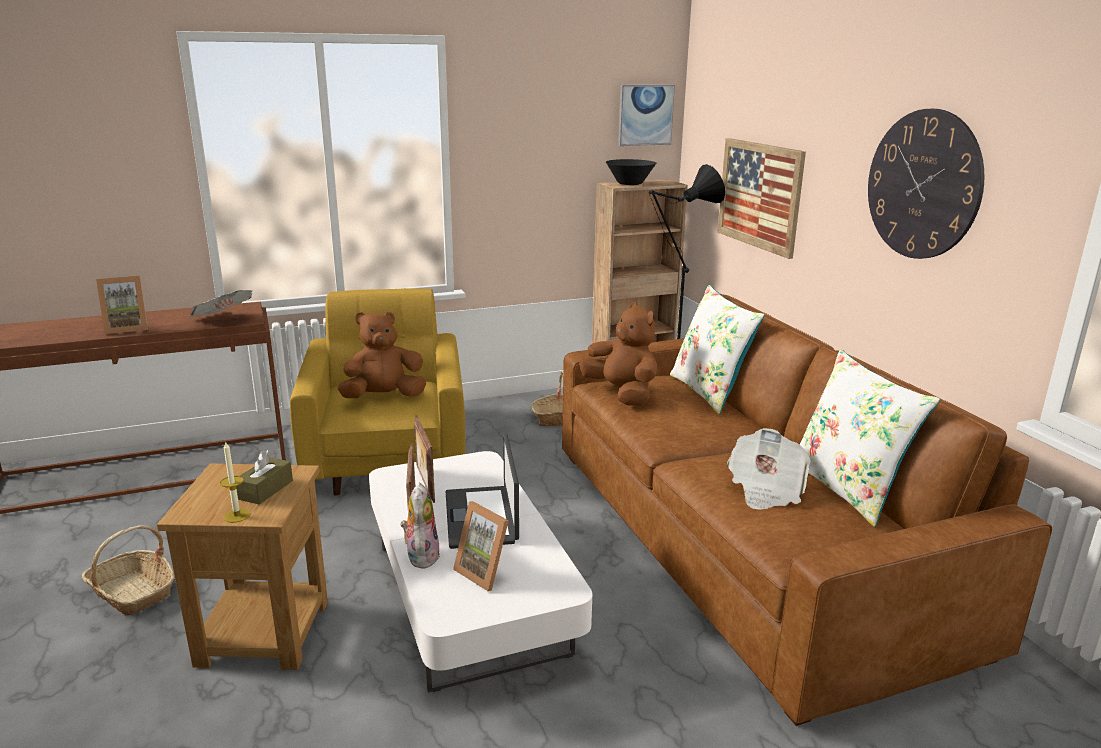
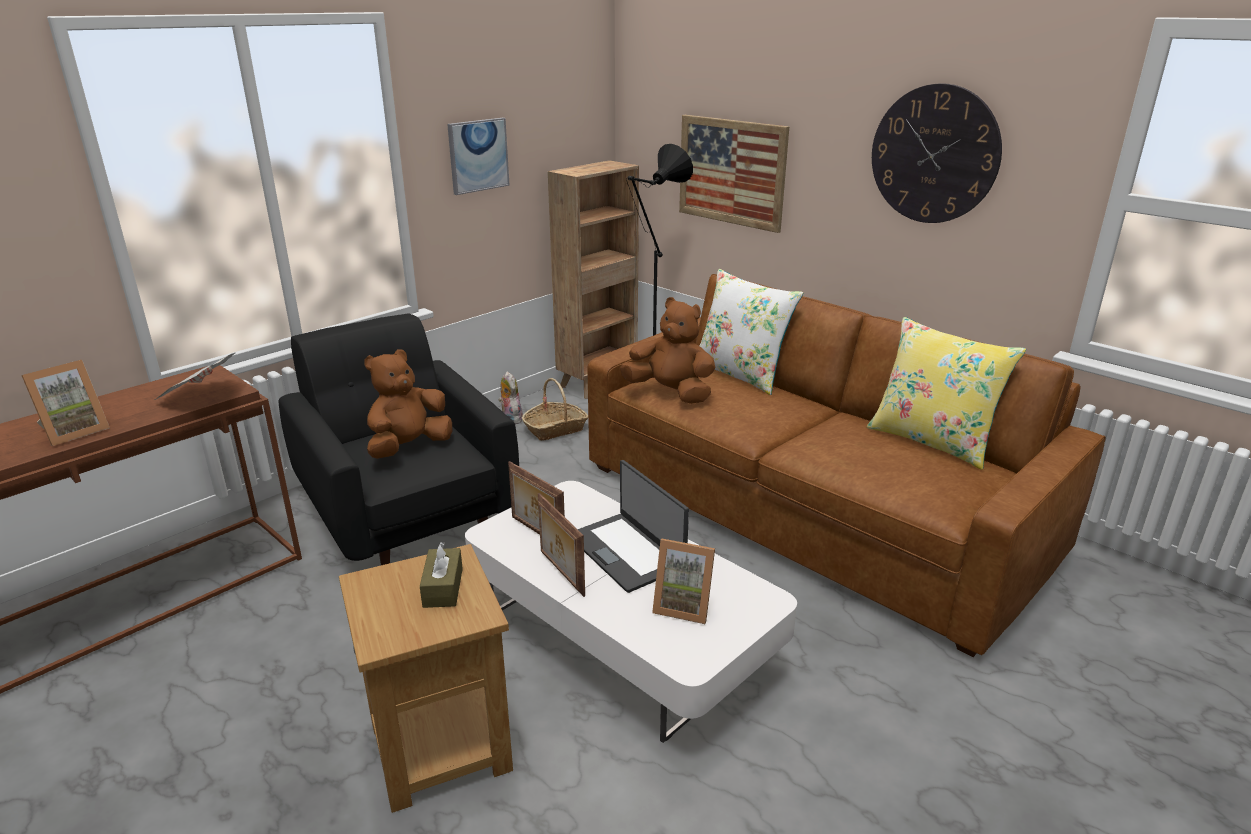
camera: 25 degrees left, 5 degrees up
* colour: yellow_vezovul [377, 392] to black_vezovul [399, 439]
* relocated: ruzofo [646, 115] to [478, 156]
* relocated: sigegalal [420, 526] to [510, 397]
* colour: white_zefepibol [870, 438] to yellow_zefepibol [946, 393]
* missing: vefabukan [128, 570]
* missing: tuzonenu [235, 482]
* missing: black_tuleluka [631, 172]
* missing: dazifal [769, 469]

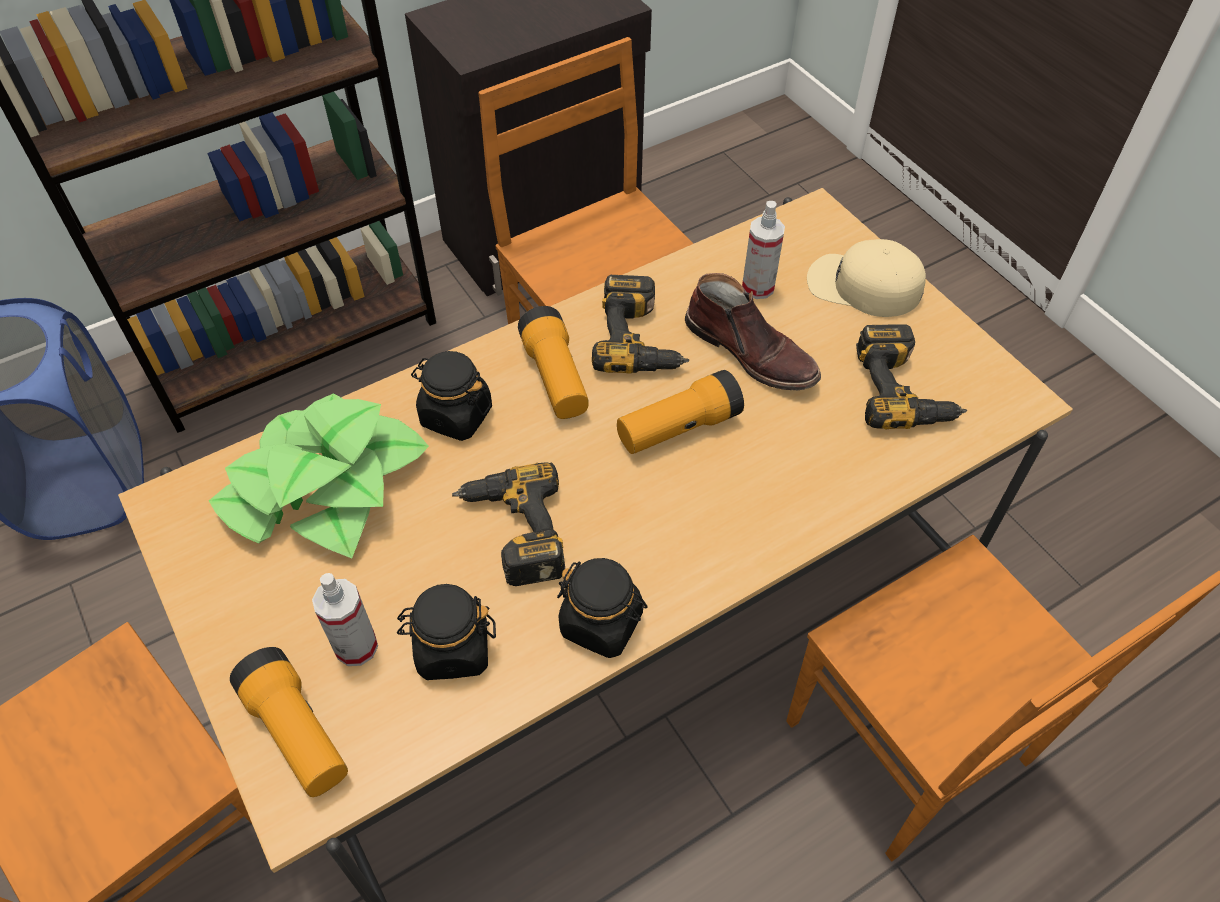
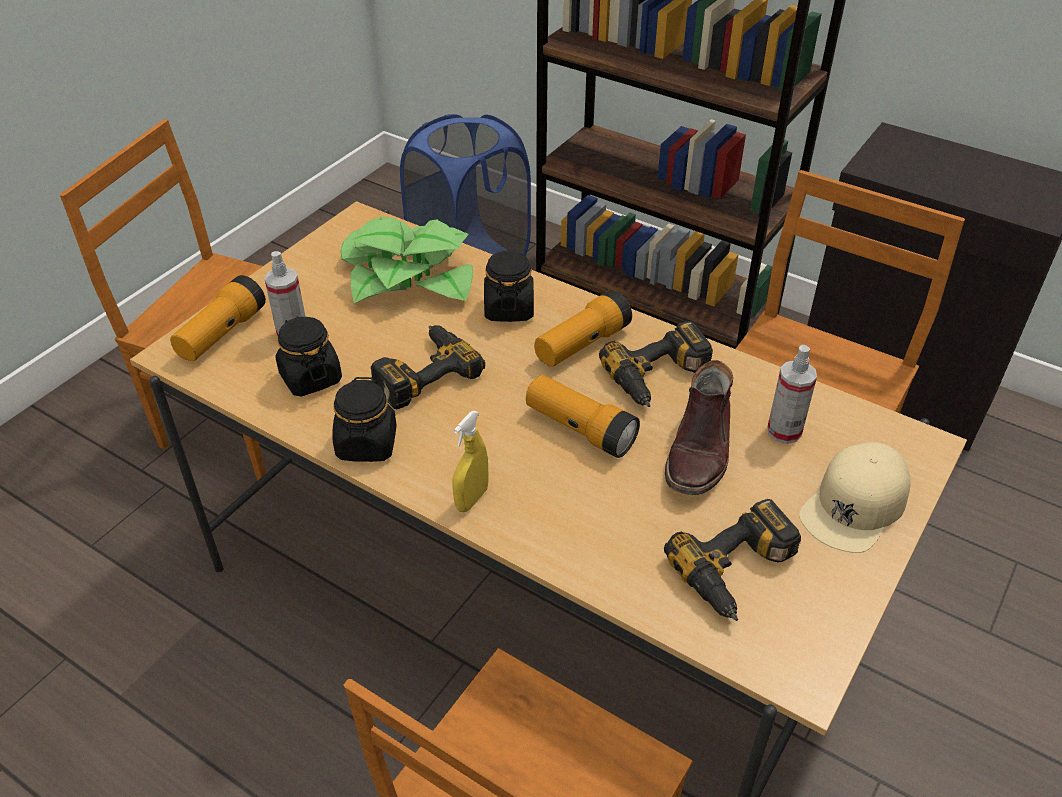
camera: 65 degrees right, 10 degrees down
* appeared: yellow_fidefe [470, 461]
* spun: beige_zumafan [866, 278] = [855, 497] 135 degrees counterclockwise

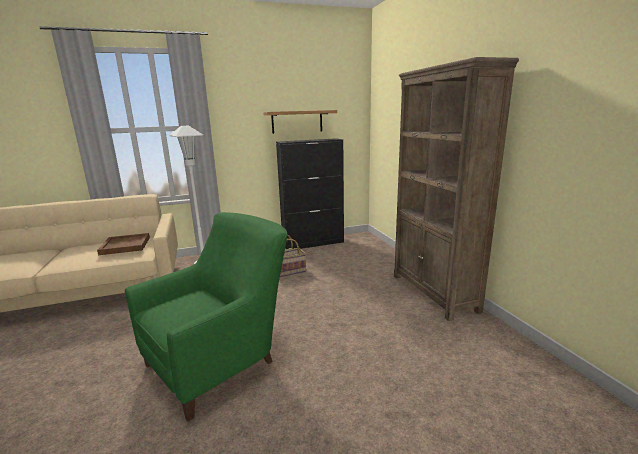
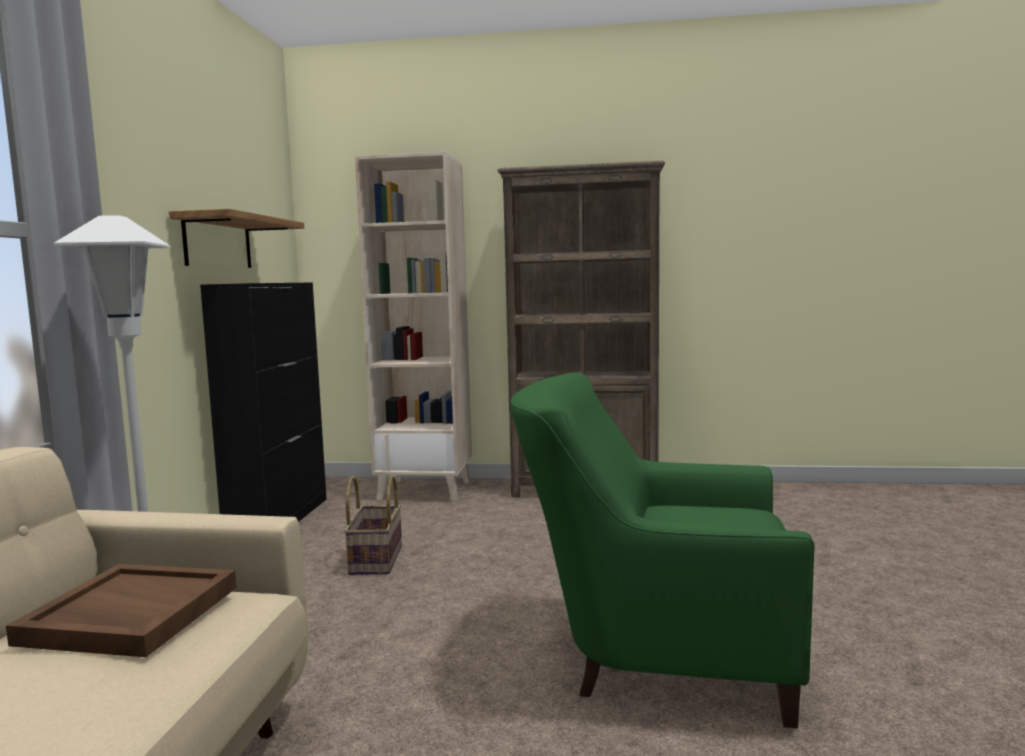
camera: 65 degrees left, 10 degrees down
* appeared: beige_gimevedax [413, 326]
* spun: green_vezovul [206, 317] = [662, 550] 60 degrees counterclockwise

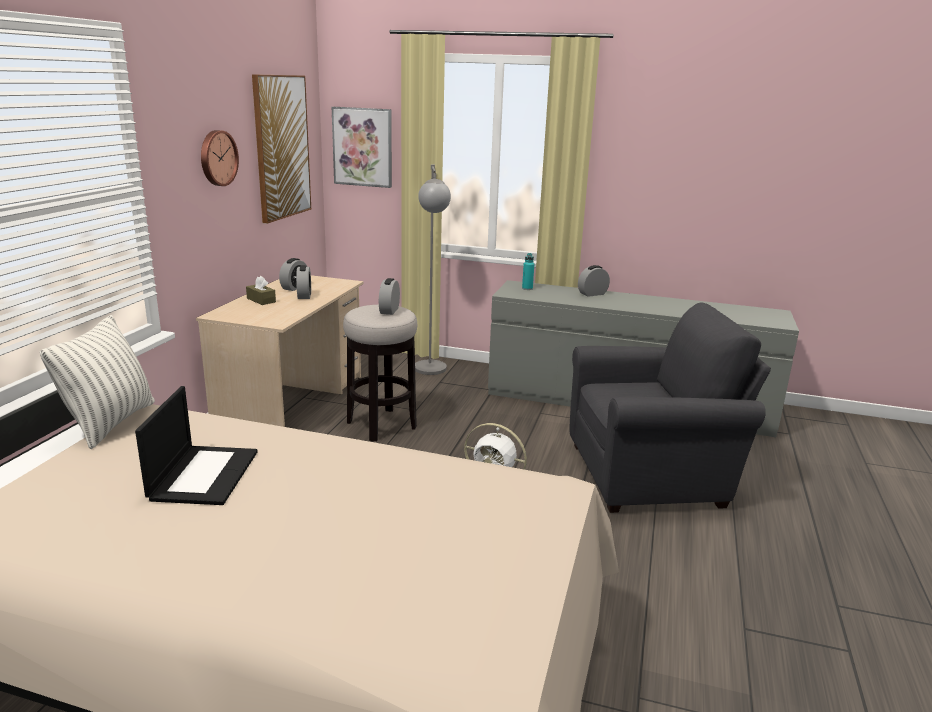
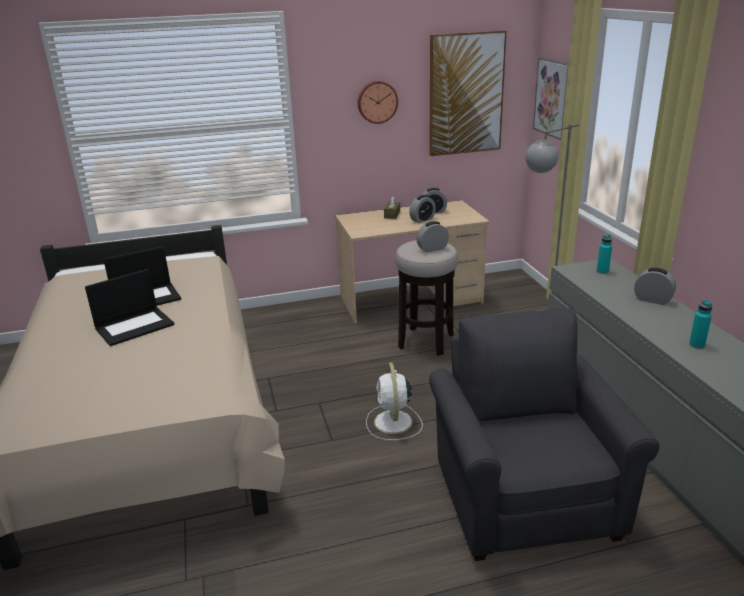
camera: 60 degrees right, 5 degrees up
* appeared: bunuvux [130, 307]
* spun: grey_vezovul [670, 407] = [544, 434] 150 degrees counterclockwise
* appeared: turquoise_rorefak [700, 324]
* missing: zefepibol [97, 382]

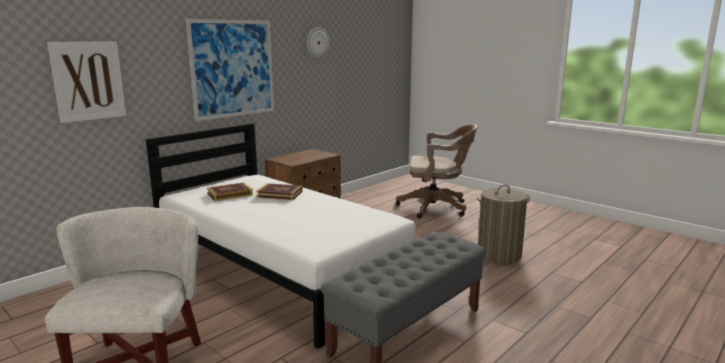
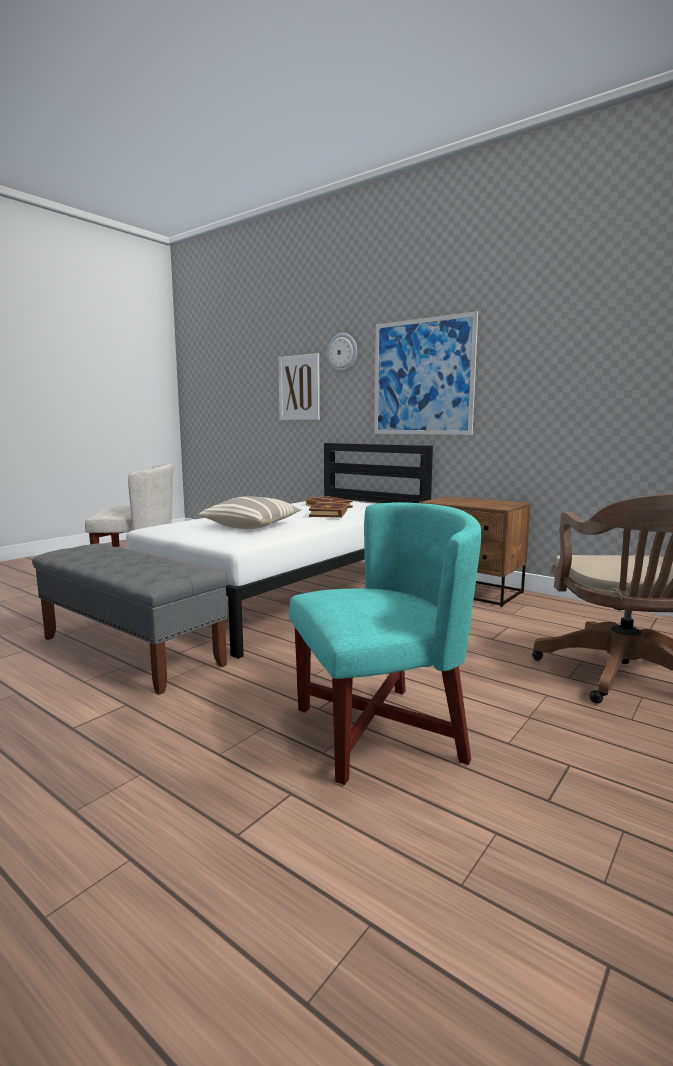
camera: 85 degrees right, 5 degrees down
* appeared: zefepibol [250, 512]
* exchanged: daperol [503, 224] to turquoise_vezovul [385, 643]
* relocated: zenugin [318, 43] to [342, 352]

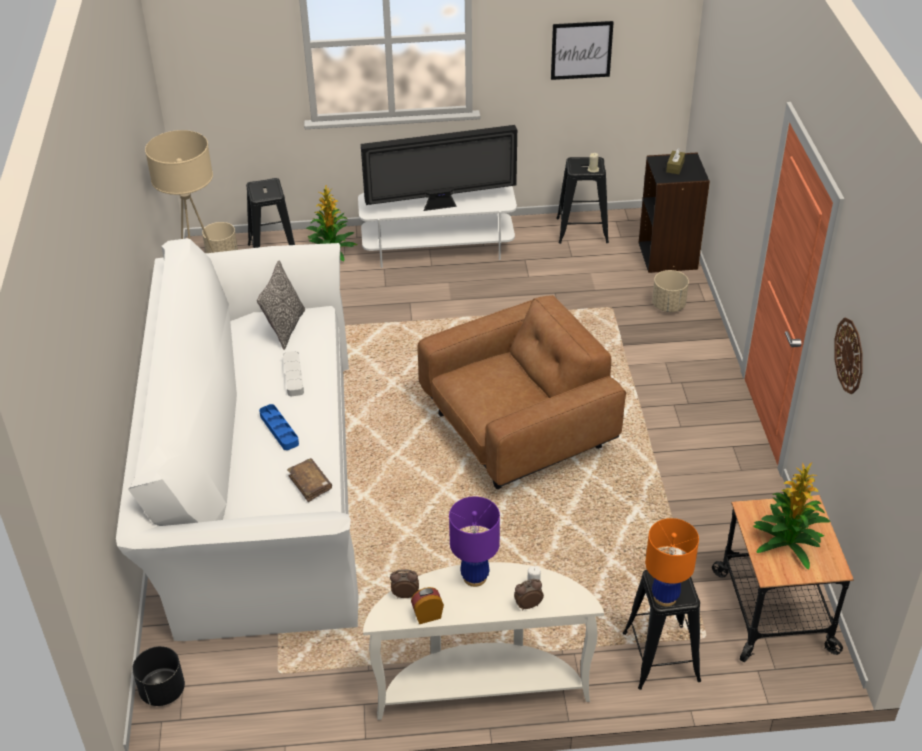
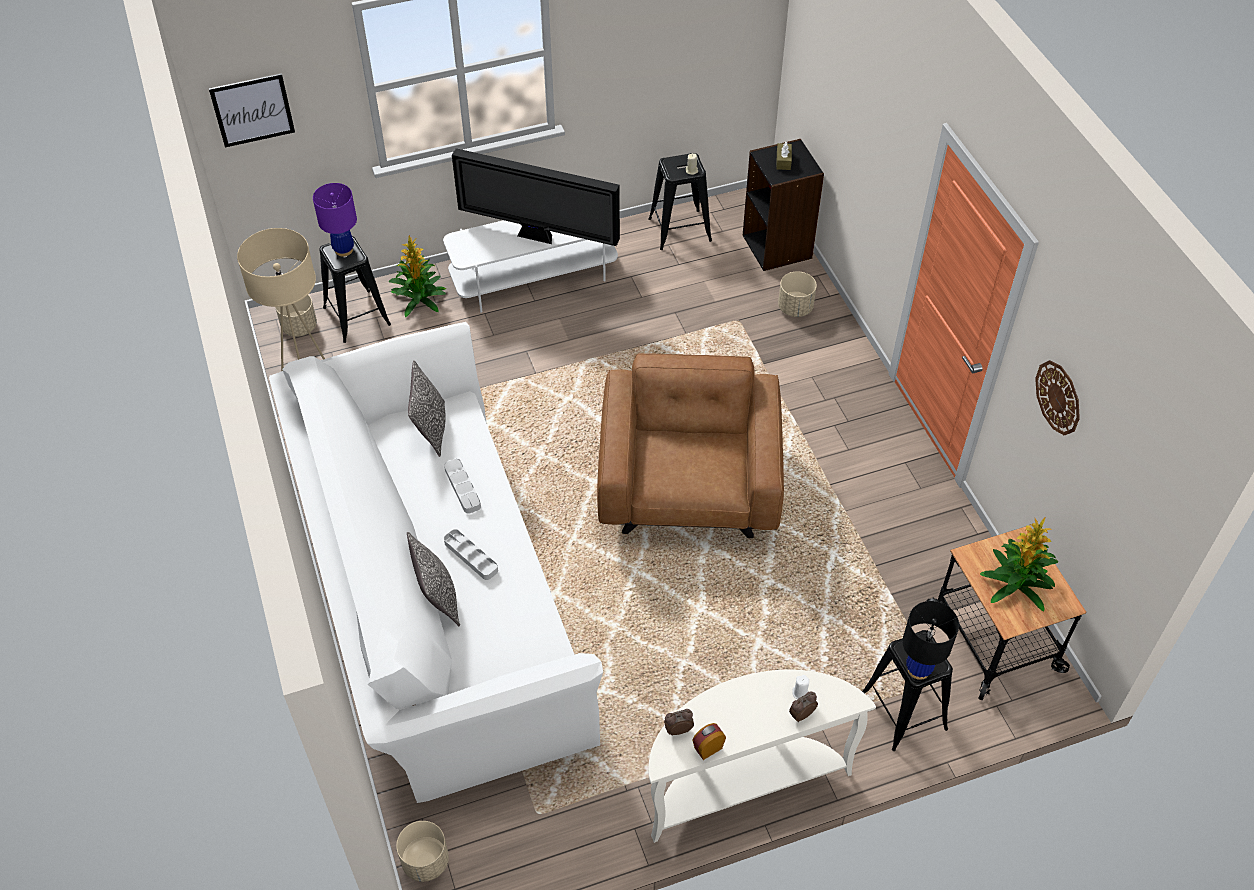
camera: 15 degrees left, 10 degrees up
* relocated: ruzofo [582, 50] to [252, 110]
* relocated: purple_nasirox [474, 542] to [335, 220]
* colour: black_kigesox [158, 676] to beige_kigesox [422, 851]
* appeared: zefepibol [433, 579]
* colour: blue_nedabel [279, 427] to grey_nedabel [471, 554]
* spun: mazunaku [439, 168] = [536, 197] 45 degrees clockwise
* spun: brown_vezovul [521, 392] = [690, 445] 45 degrees counterclockwise
* colour: orange_nasirox [672, 562] to black_nasirox [930, 640]
* missing: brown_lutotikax [309, 480]

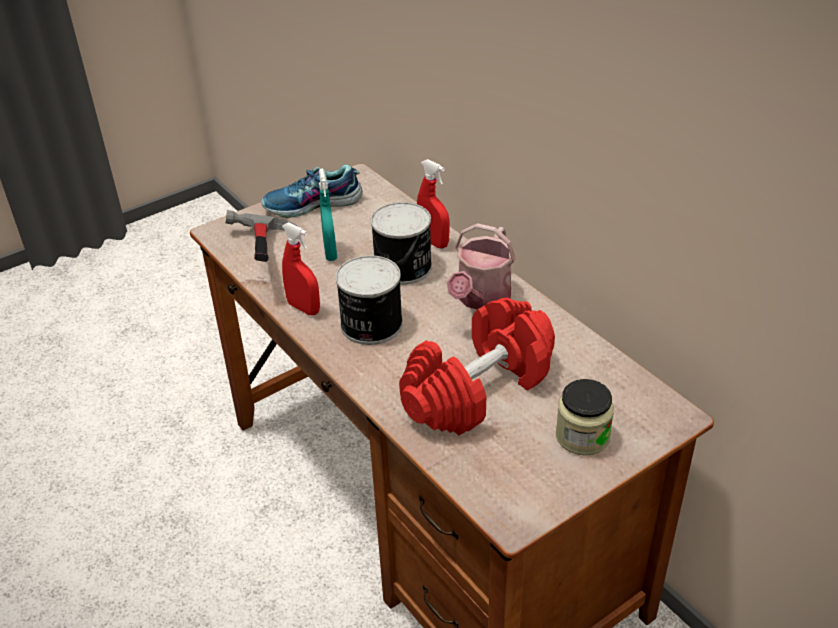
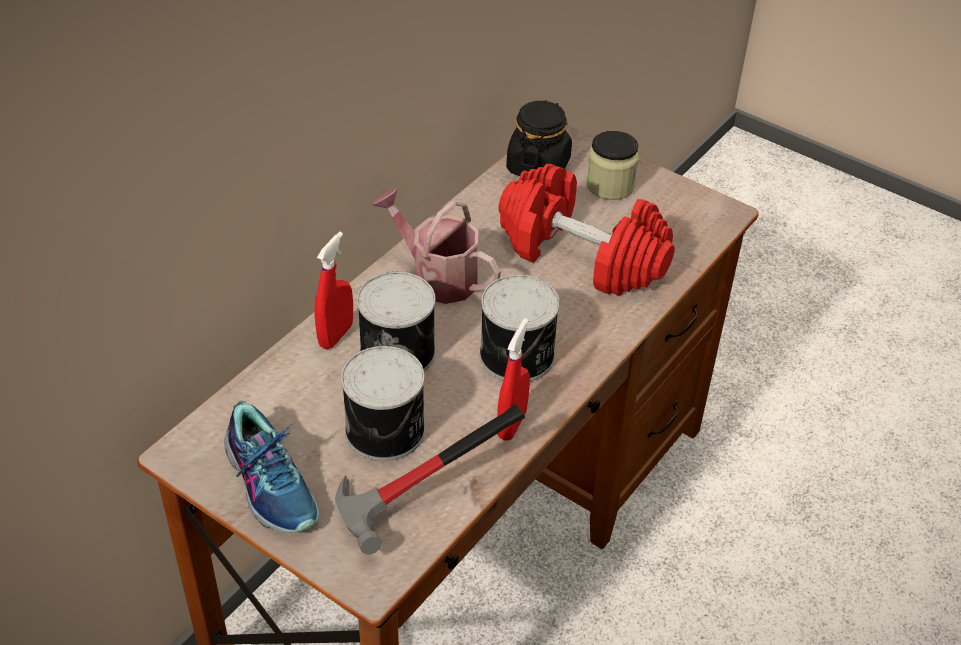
camera: 110 degrees left, 5 degrees up
* exchanged: turquoise_fidefe [328, 215] to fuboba [383, 403]
* spun: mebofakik [481, 266] = [436, 246] 150 degrees counterclockwise
* appeared: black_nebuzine [539, 138]

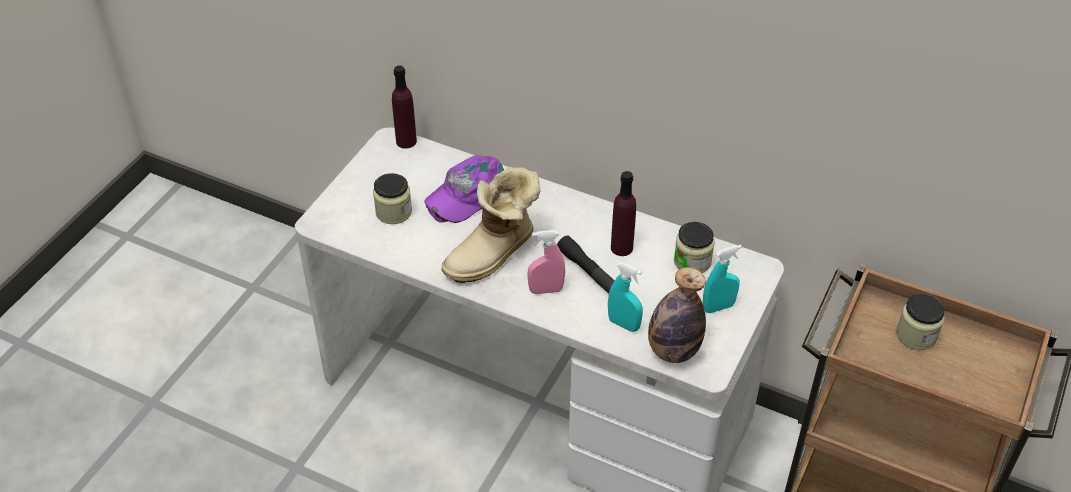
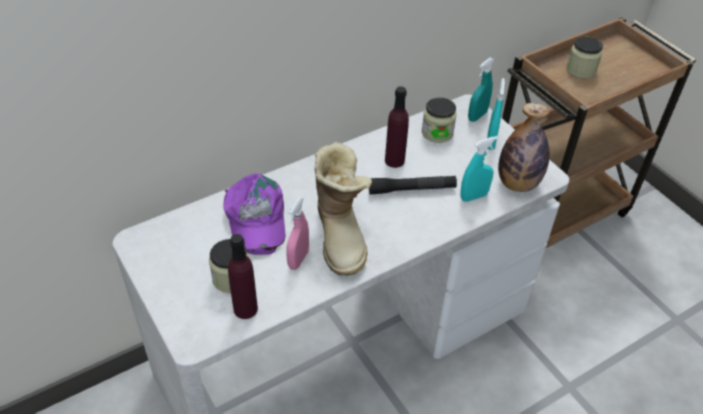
camera: 60 degrees left, 0 degrees up
* relocated: purple_rorefak [404, 107] to [243, 276]
* relocated: pink_fidefe [546, 262] to [297, 233]
* appeared: turquoise_fidefe [481, 89]

